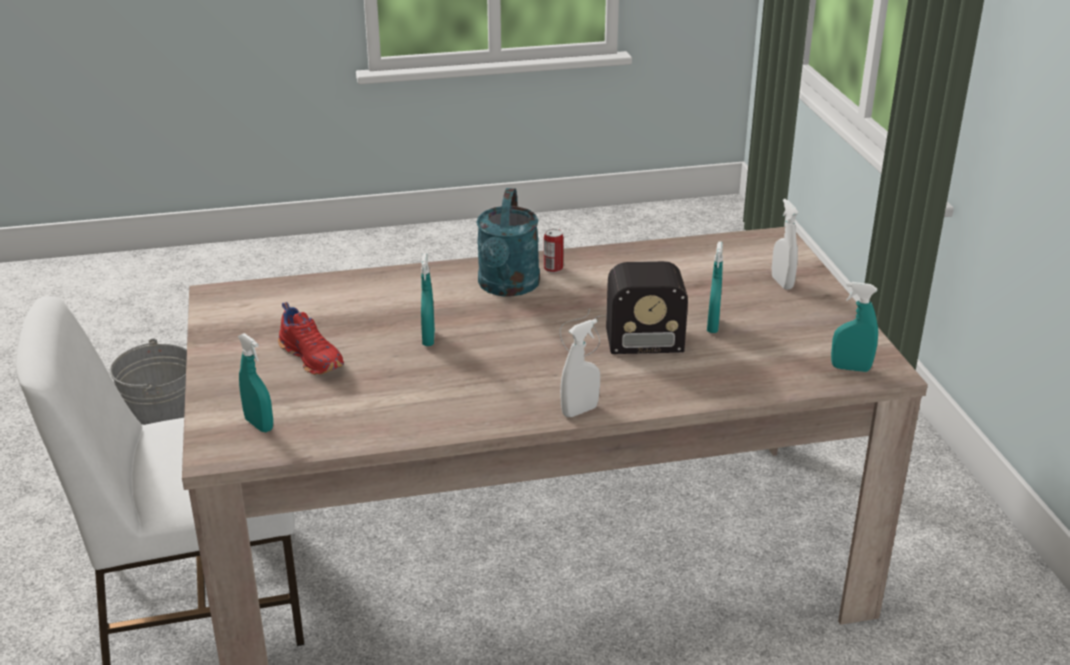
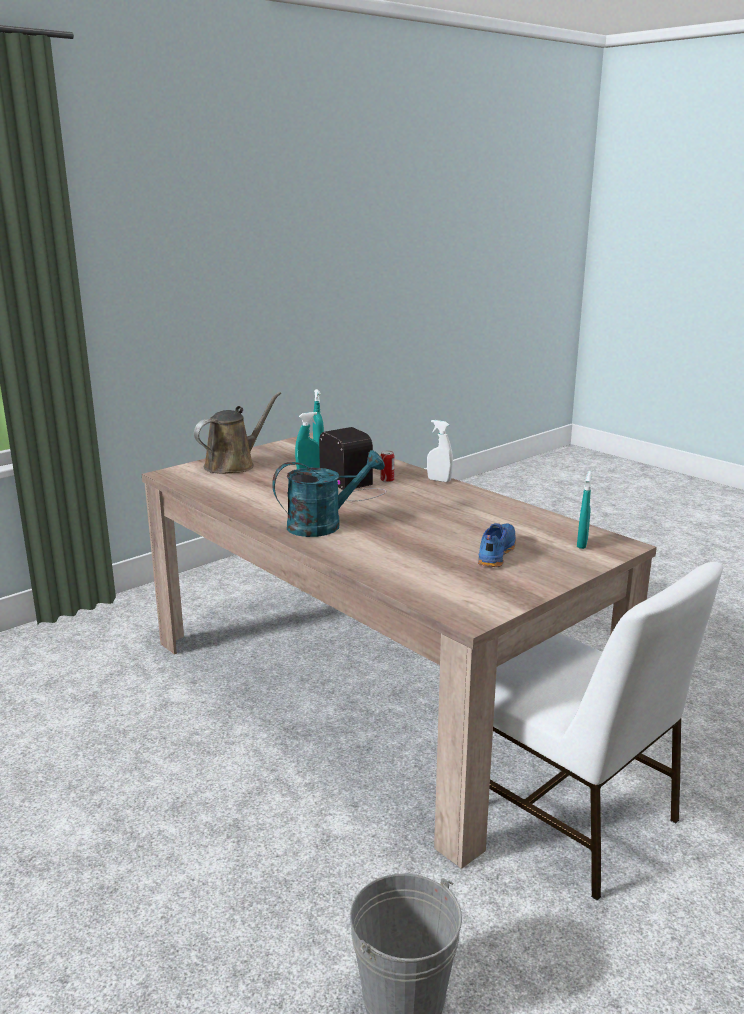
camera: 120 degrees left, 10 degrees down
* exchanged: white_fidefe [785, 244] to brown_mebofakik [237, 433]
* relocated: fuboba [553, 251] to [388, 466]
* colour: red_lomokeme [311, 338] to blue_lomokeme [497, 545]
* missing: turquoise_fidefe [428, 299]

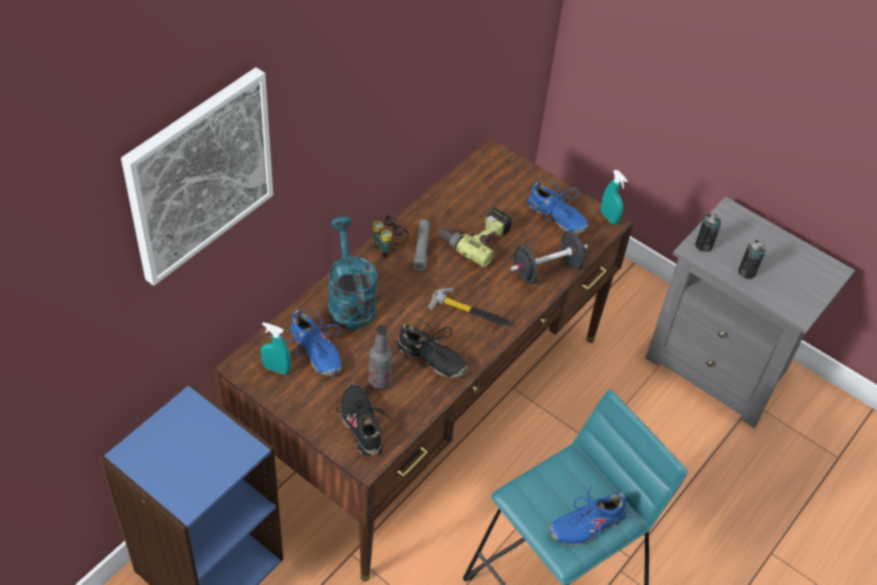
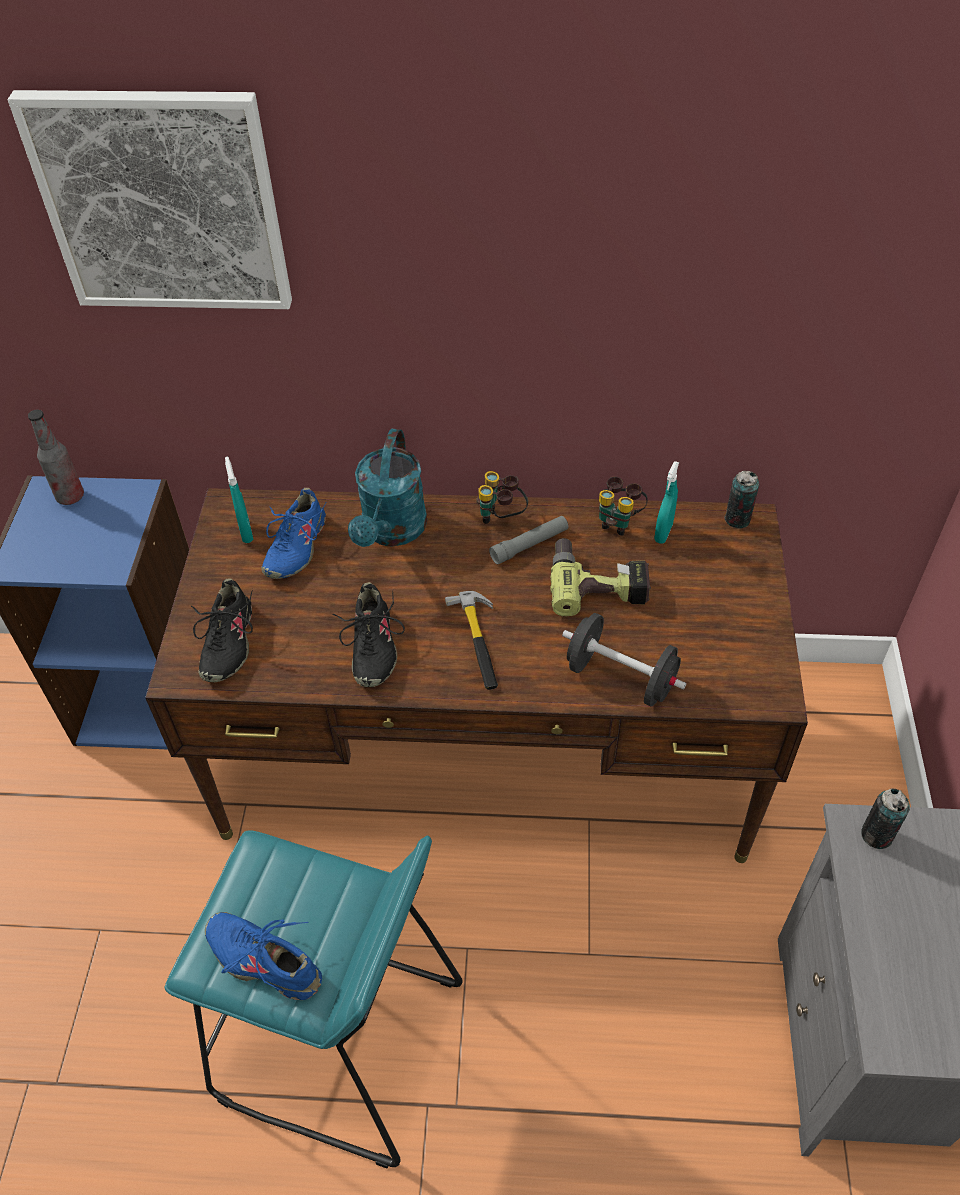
camera: 60 degrees right, 0 degrees up
* relocated: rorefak [380, 357] to [56, 457]
* spun: black_lomokeme [365, 420] = [222, 630] 150 degrees clockwise
* spun: turquoise_mebofakik [352, 273] = [387, 488] 150 degrees clockwise
* appeared: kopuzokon [623, 506]
* relocated: turquoise_fidefe [614, 197] to [666, 502]
* relocated: fuboba [752, 259] to [741, 500]
* missing: blue_lomokeme [558, 206]

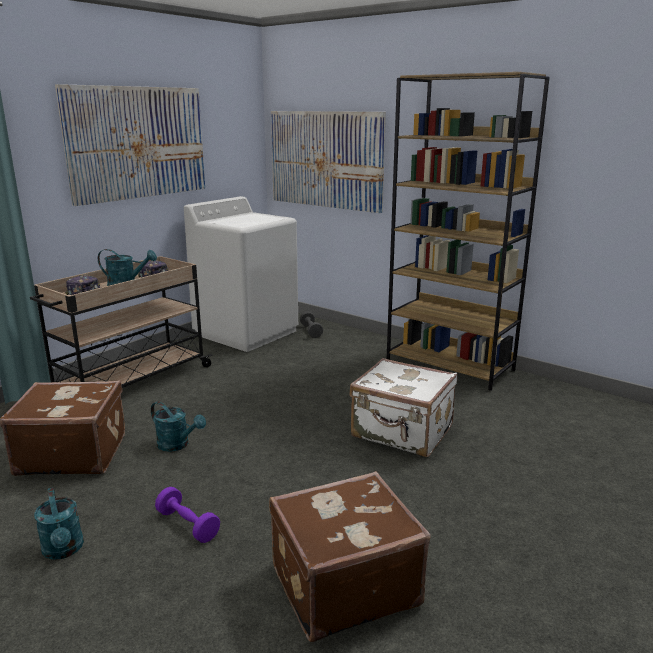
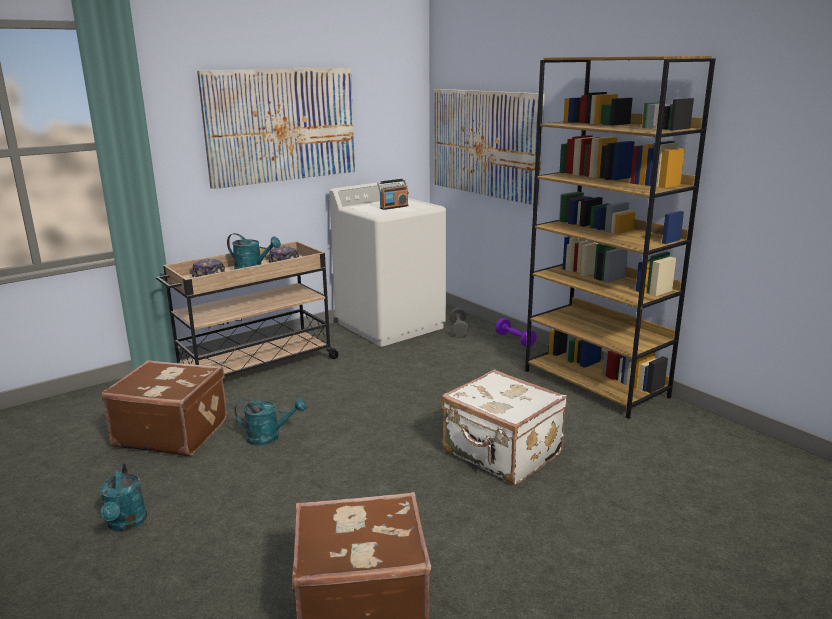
camera: 15 degrees right, 0 degrees up
* spun: turquoise_mebofakik [178, 426] = [270, 421] 45 degrees counterclockwise
* appeared: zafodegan [392, 194]
* relocated: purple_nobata [187, 515] to [515, 332]

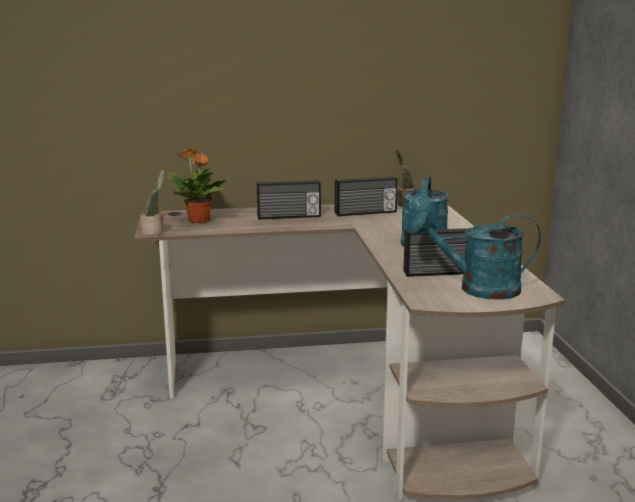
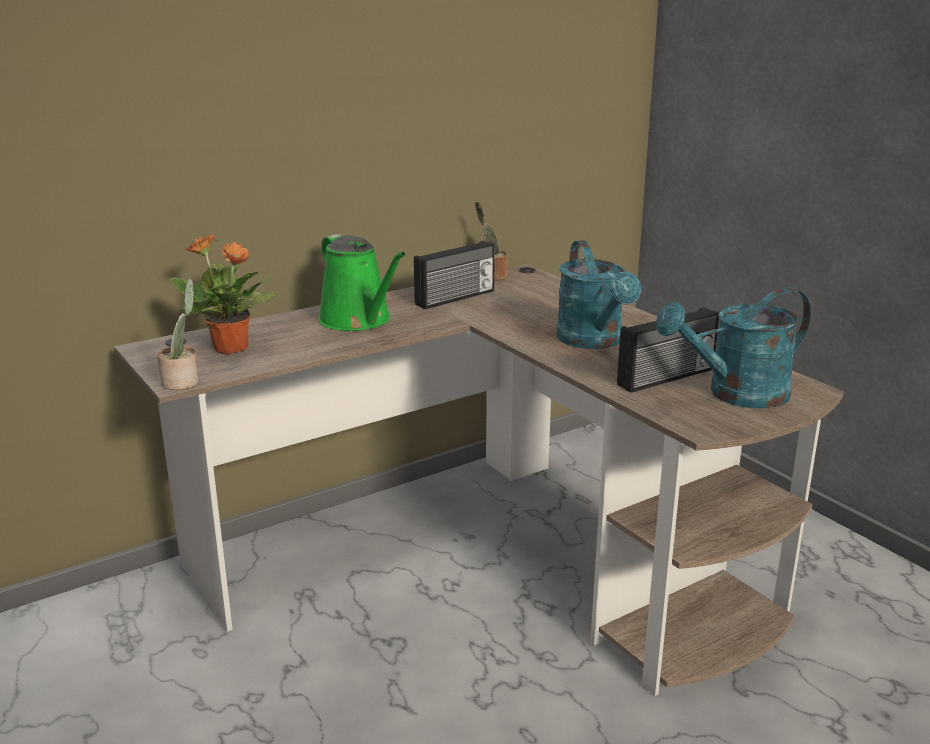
camera: 25 degrees left, 5 degrees up
* exchanged: zafodegan [289, 200] to green_mebofakik [362, 282]

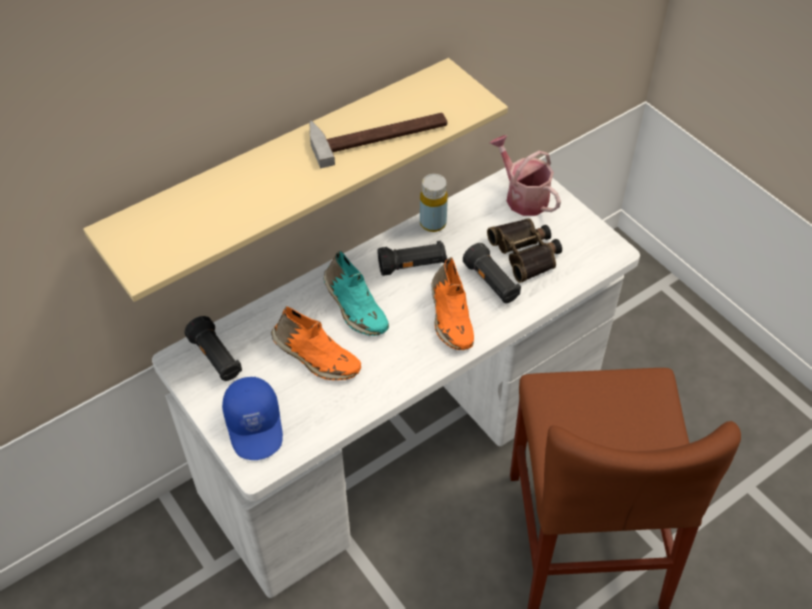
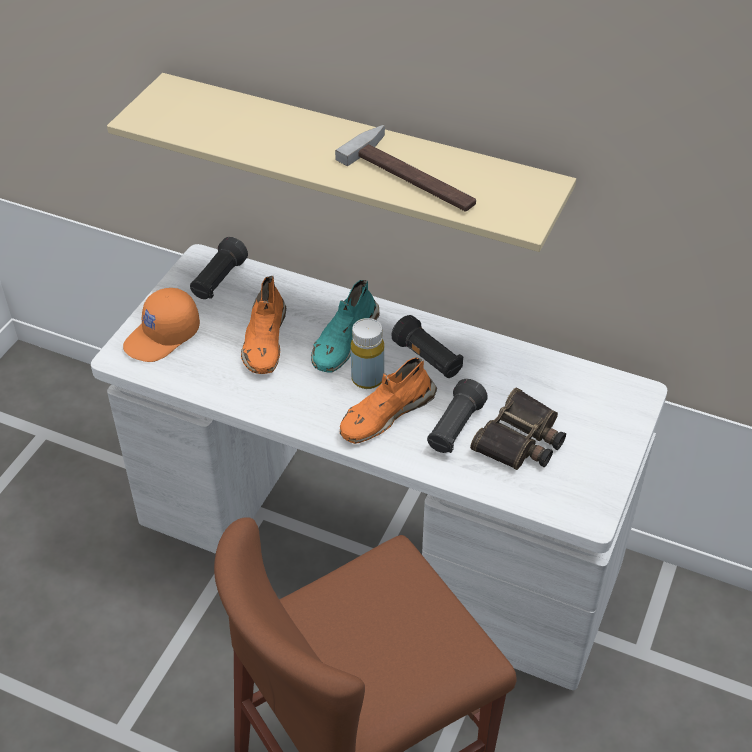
camera: 60 degrees right, 5 degrees down
* colour: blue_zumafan [252, 418] to orange_zumafan [161, 325]
* relocated: yellow_rorefak [434, 203] to [367, 353]
* missing: mebofakik [525, 175]

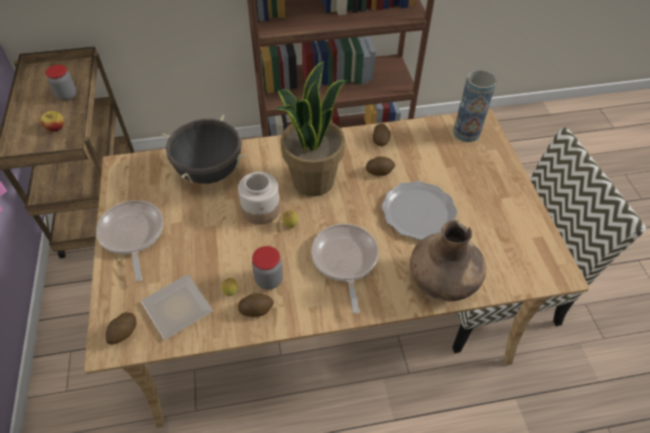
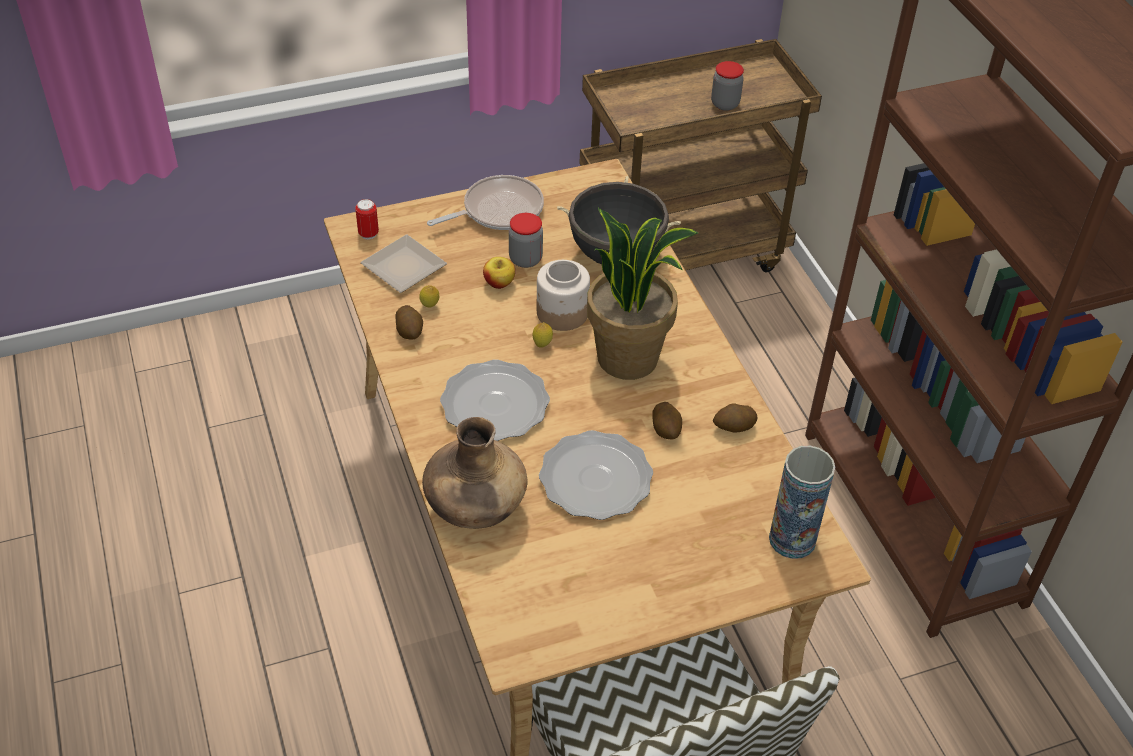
camera: 80 degrees right, 5 degrees down
* exchanged: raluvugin [121, 328] to fuboba [367, 219]
* exchanged: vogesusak [345, 269] to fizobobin [495, 400]
* relocated: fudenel [52, 121] to [499, 273]
* relocated: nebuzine [267, 268] to [526, 240]

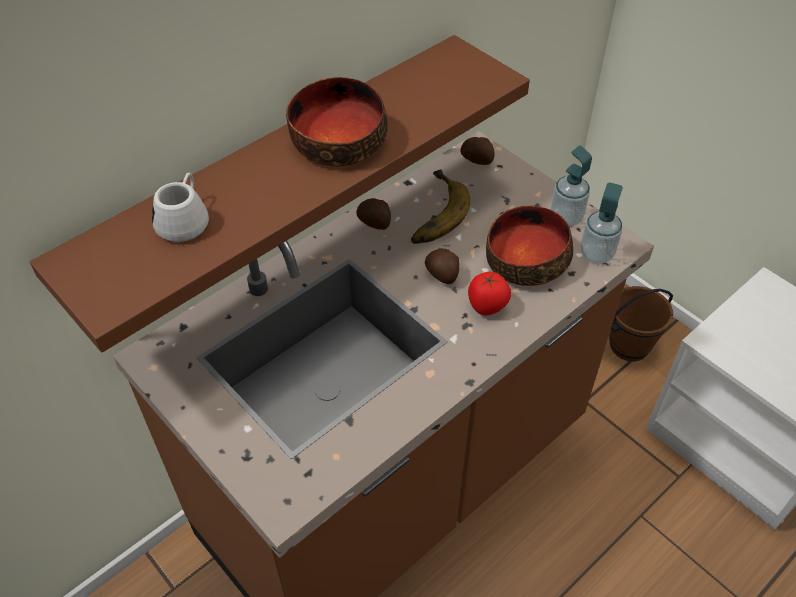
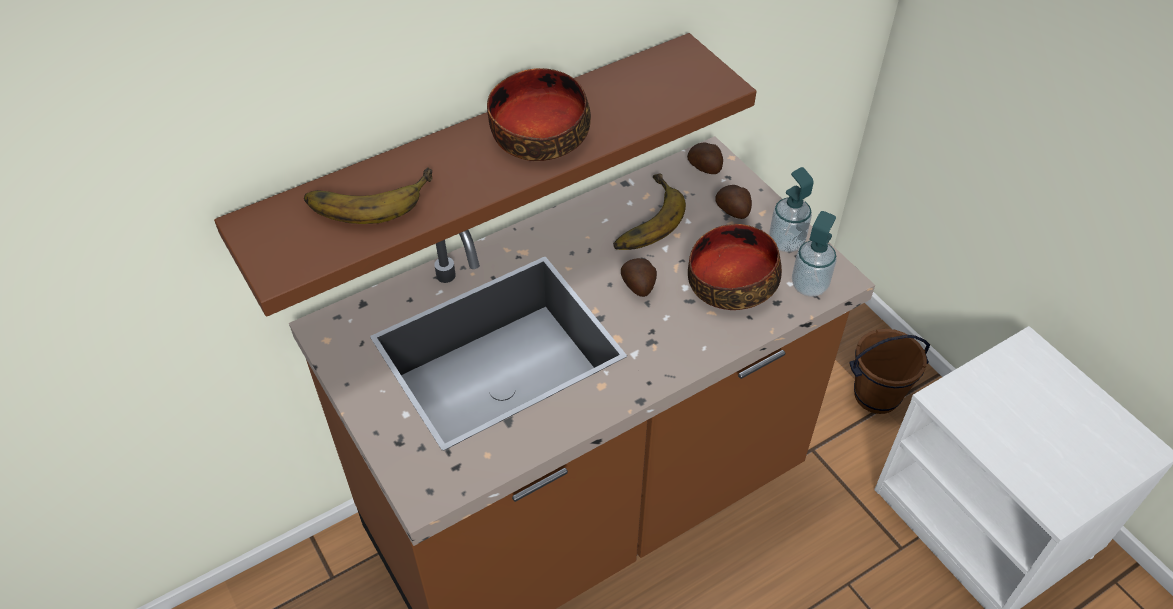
camera: 10 degrees right, 0 degrees up
* exchanged: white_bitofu [180, 207] to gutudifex [368, 195]
* relocated: raluvugin [373, 214] to [733, 202]
* missing: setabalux [489, 293]

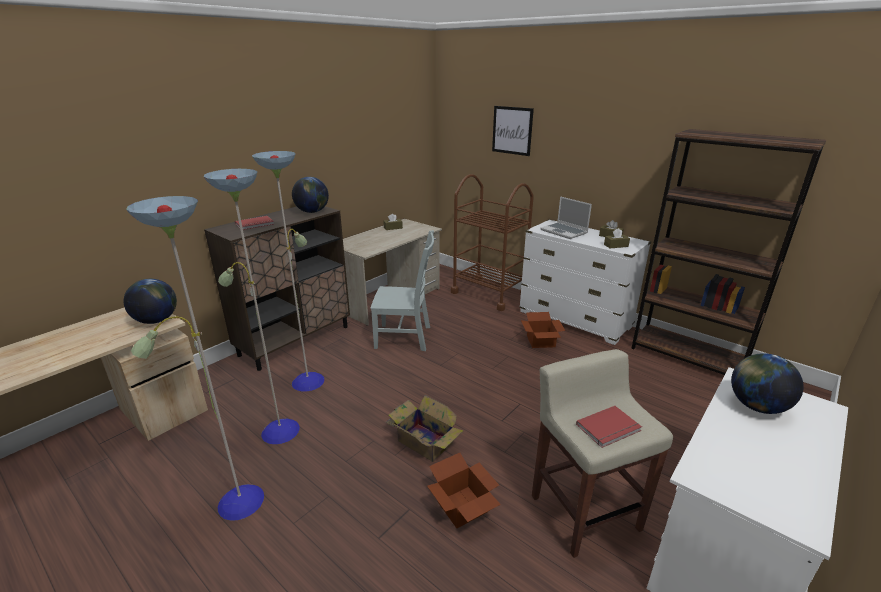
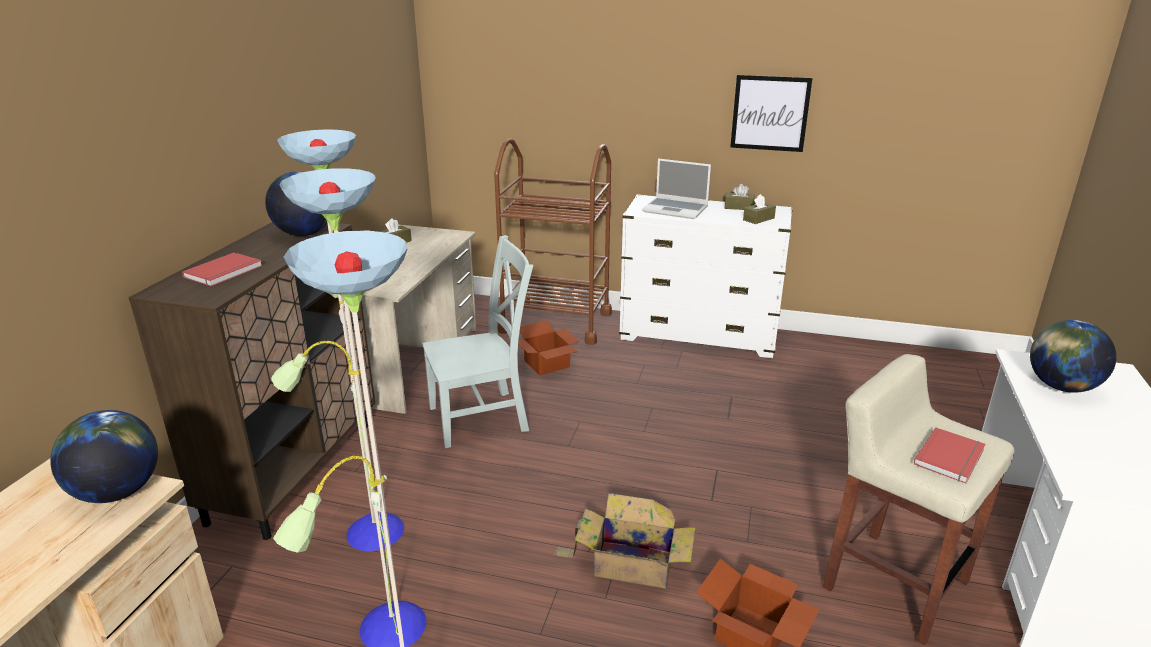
camera: 25 degrees left, 0 degrees up
* relocated: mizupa [543, 330] to [548, 348]
* relocated: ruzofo [513, 131] to [771, 113]
* missing: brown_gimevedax [728, 252]

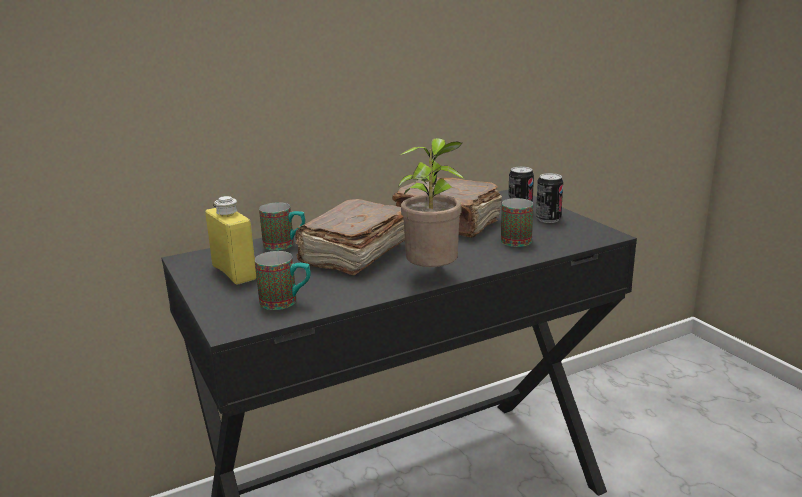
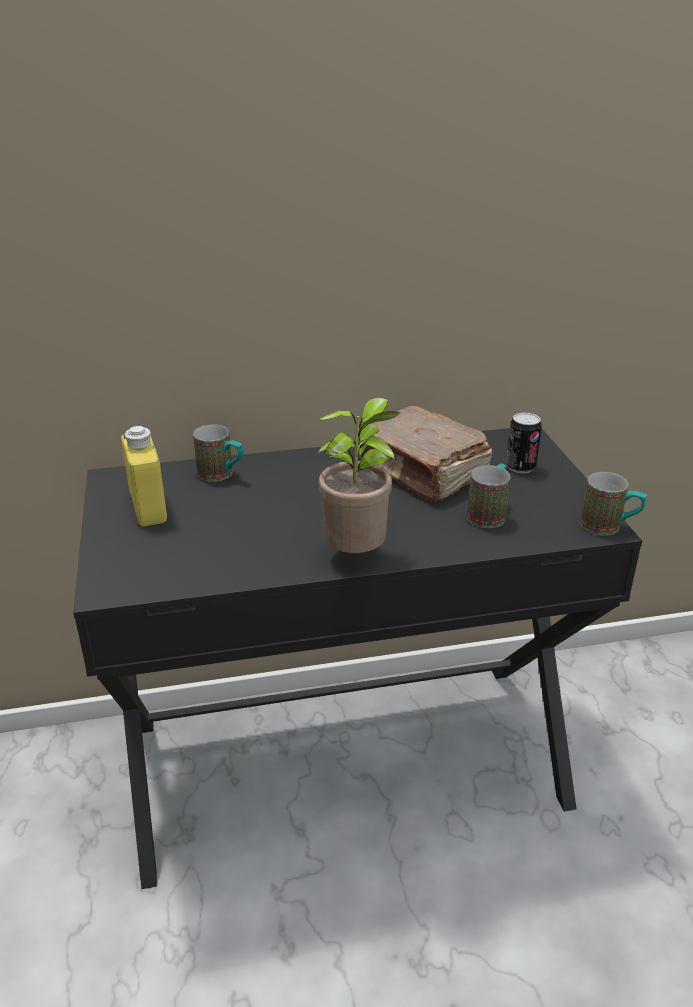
camera: 15 degrees right, 10 degrees up
* relocated: bitofu [283, 280] to [613, 504]
* missing: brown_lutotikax [350, 237]
* missing: fuboba [549, 198]

